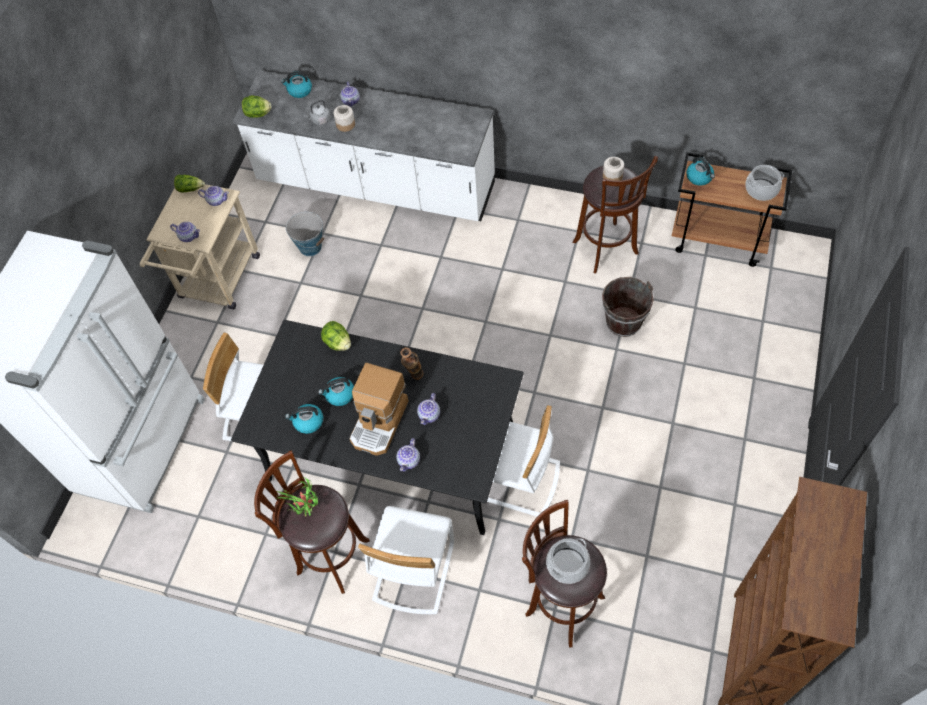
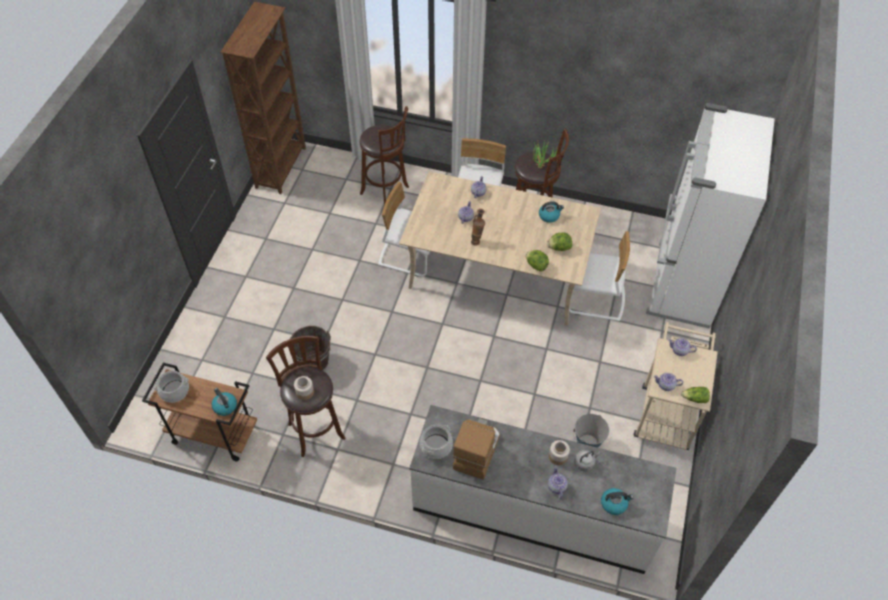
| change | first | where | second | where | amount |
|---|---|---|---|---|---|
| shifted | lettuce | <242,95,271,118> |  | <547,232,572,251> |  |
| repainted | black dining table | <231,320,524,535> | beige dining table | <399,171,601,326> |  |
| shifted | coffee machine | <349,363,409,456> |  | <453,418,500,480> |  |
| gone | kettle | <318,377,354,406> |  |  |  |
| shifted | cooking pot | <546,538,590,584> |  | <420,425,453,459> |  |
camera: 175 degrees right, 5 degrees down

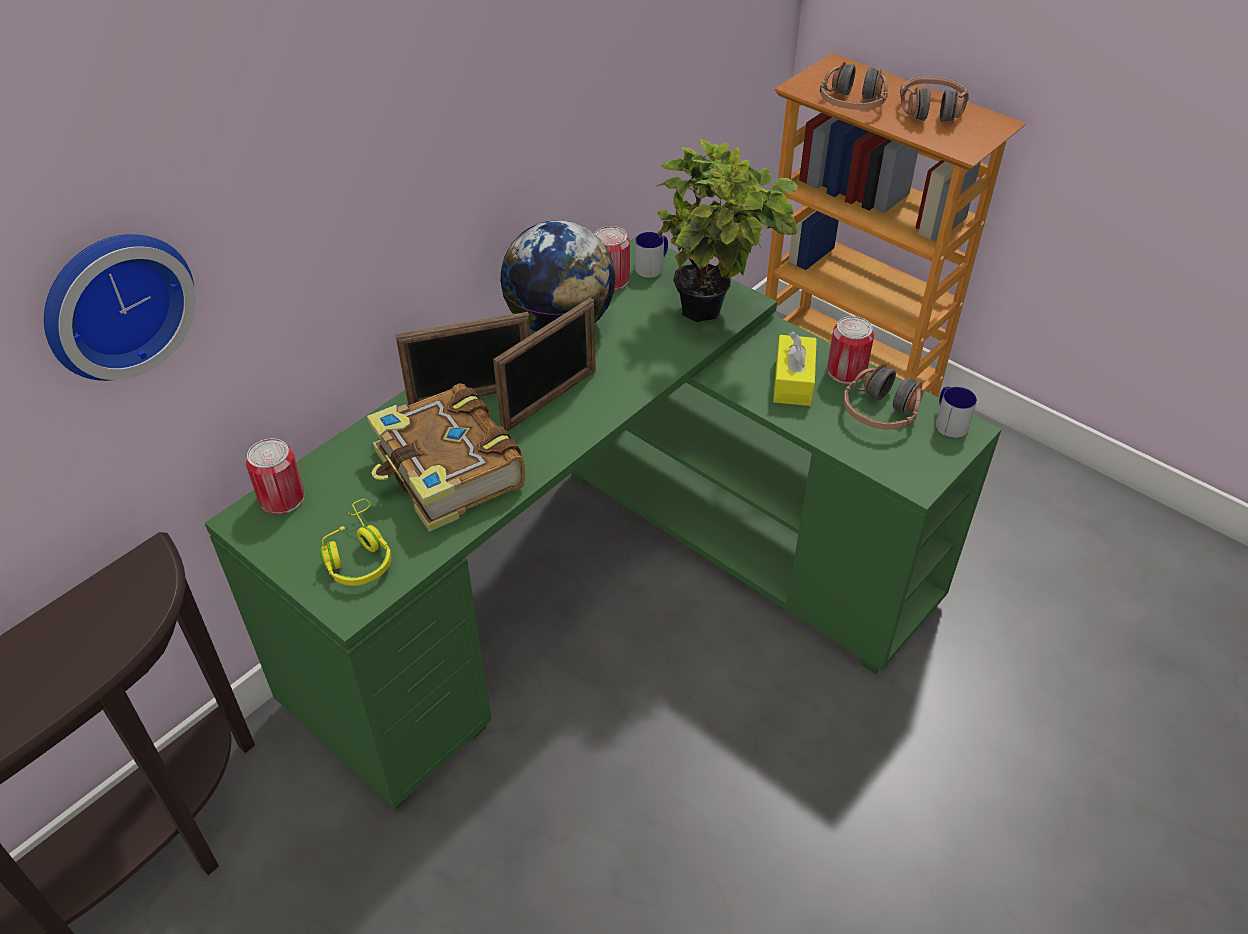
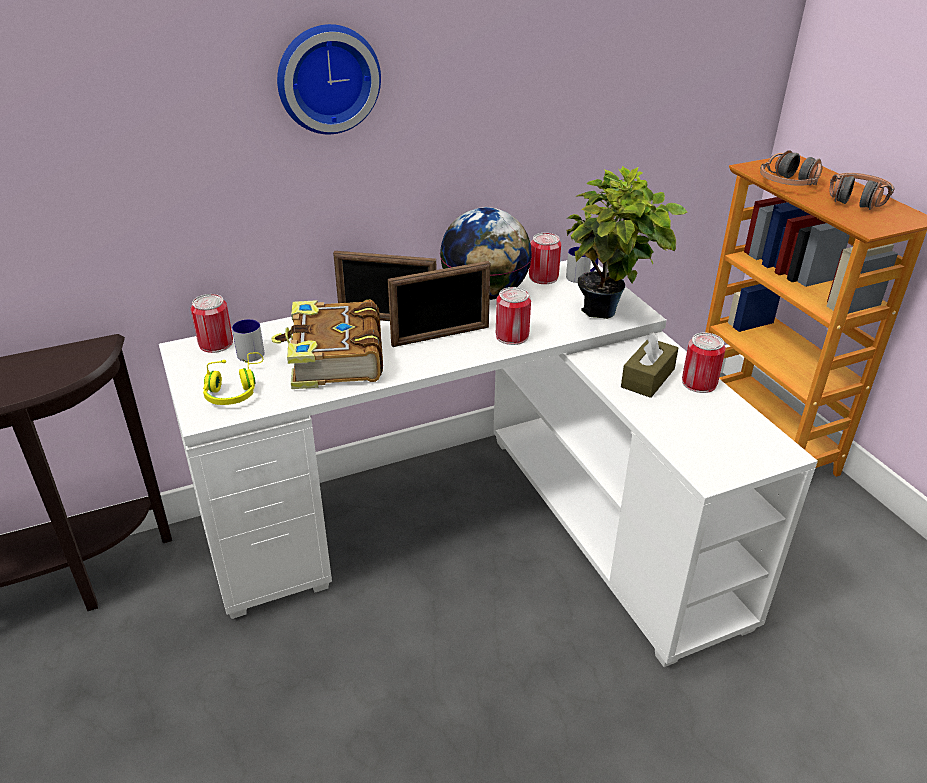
| change | first | where | second | where | amount |
|---|---|---|---|---|---|
| shifted | wall clock | <44,234,196,381> |  | <277,24,381,134> |  |
| repainted | green desk | <205,237,1002,810> | white desk | <159,260,818,667> |  |
| repainted | yellow tissue box | <773,331,817,406> | brown tissue box | <621,332,678,398> |  |
| gone | headphones | <843,364,924,429> |  |  |  |
| shifted | mug | <936,387,977,438> |  | <232,319,264,362> |  |
| new |  |  | can | <496,287,531,345> |  |
camera: 25 degrees right, 10 degrees down

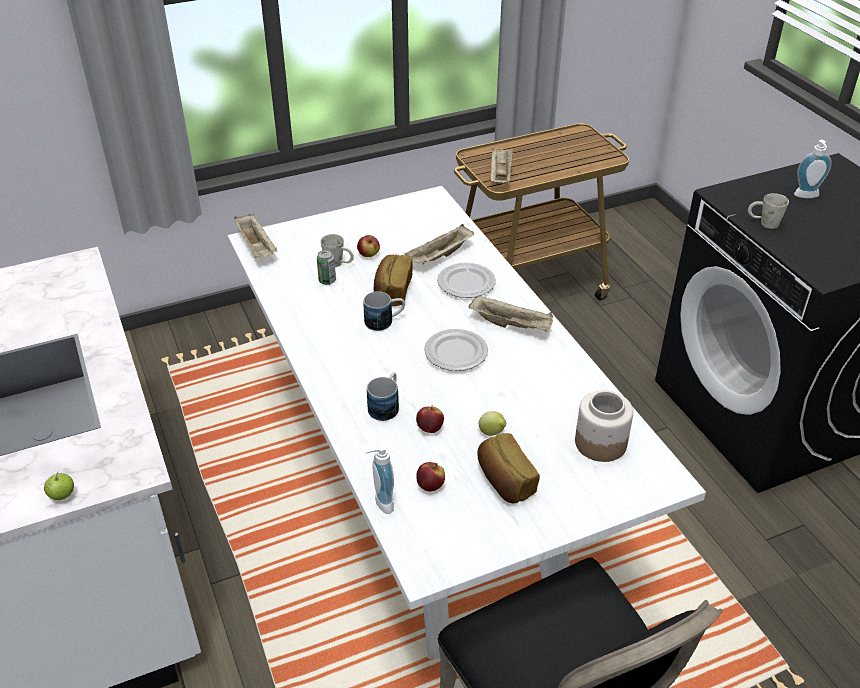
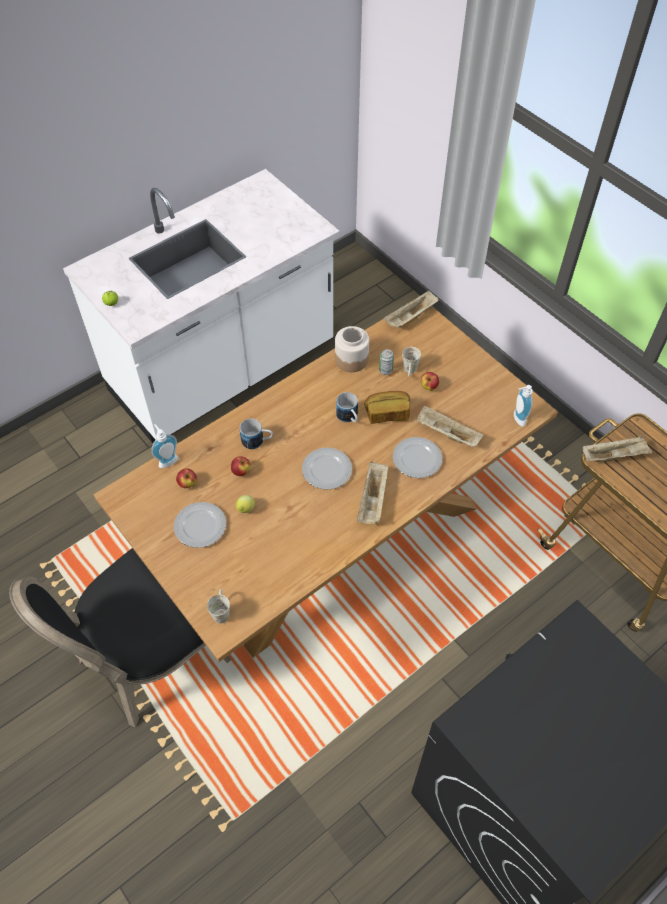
| change | first | where | second | where | amount |
|---|---|---|---|---|---|
| shifted | soap dispenser | <794,140,832,198> |  | <514,385,533,427> |  |
| repainted | white dining table | <228,186,706,659> | brown dining table | <94,306,558,662> |  |
| shifted | white mug | <748,193,789,229> |  | <207,589,230,623> |  |
| shifted | jar | <575,390,633,462> |  | <335,326,369,372> |  |
| swapped | bread | <477,433,540,504> | plate | <174,502,226,548> |  |
camera: 75 degrees right, 15 degrees up

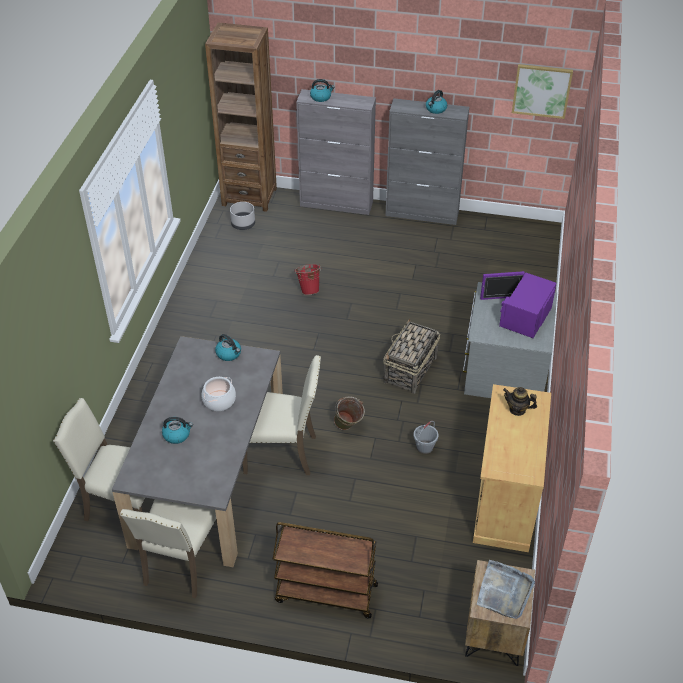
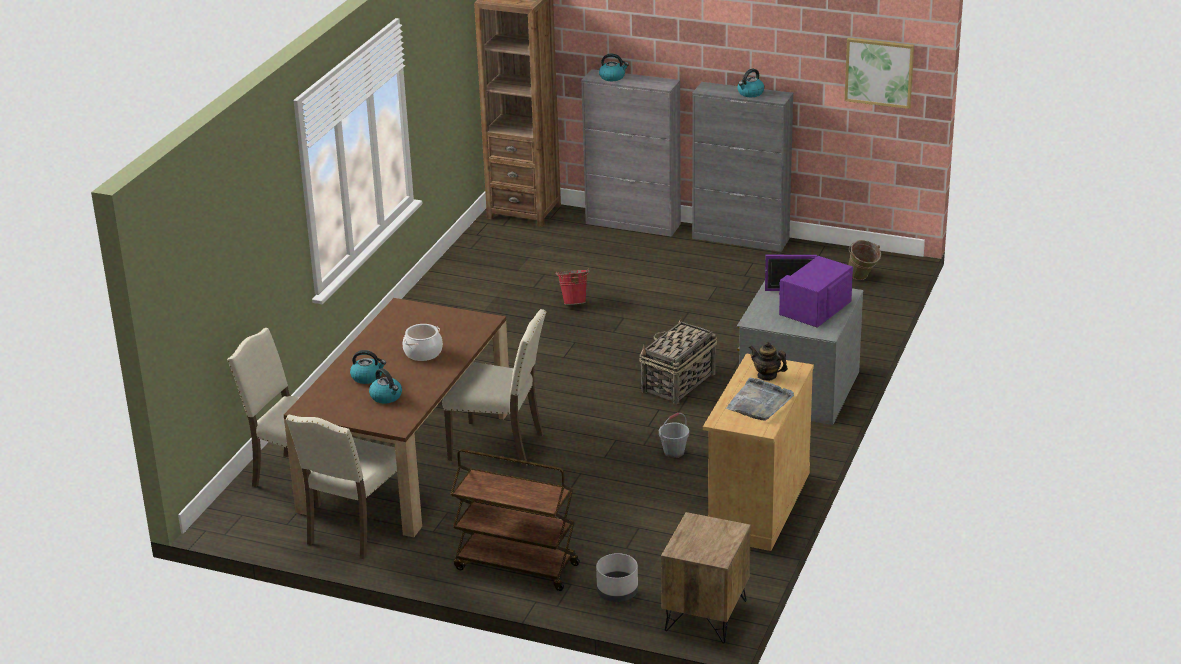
| change | first | where | second | where | amount |
|---|---|---|---|---|---|
| shifted | grey planter | <230,202,255,230> |  | <596,553,638,602> |  |
| shifted | kettle | <215,334,241,361> |  | <369,368,402,404> |  |
| repainted | grey dining table | <112,336,283,567> | brown dining table | <284,298,509,537> |  |
| shifted | green bucket | <334,396,365,430> |  | <848,240,881,280> |  |
| shifted | grey tray | <477,560,535,619> |  | <726,378,794,421> |  |
camera: 10 degrees right, 15 degrees down

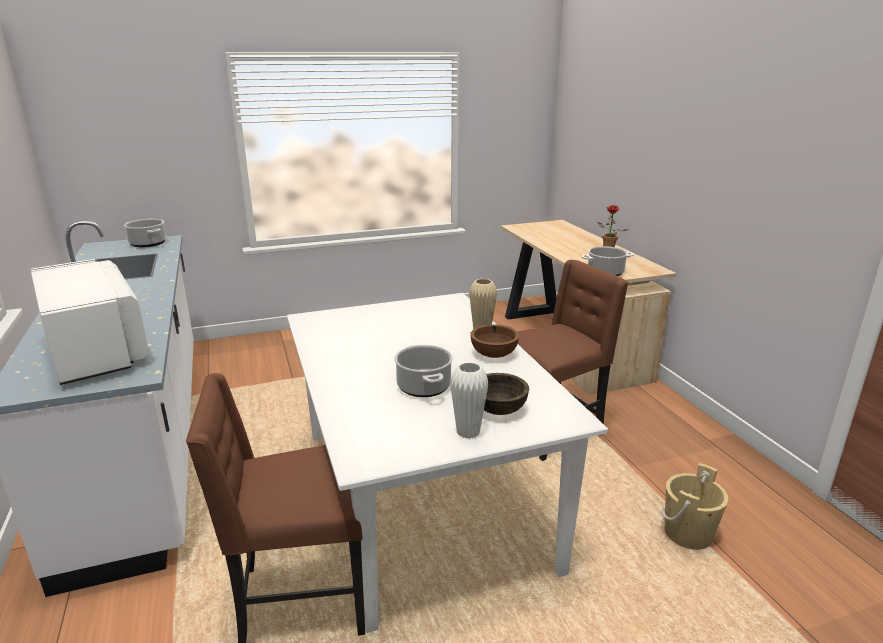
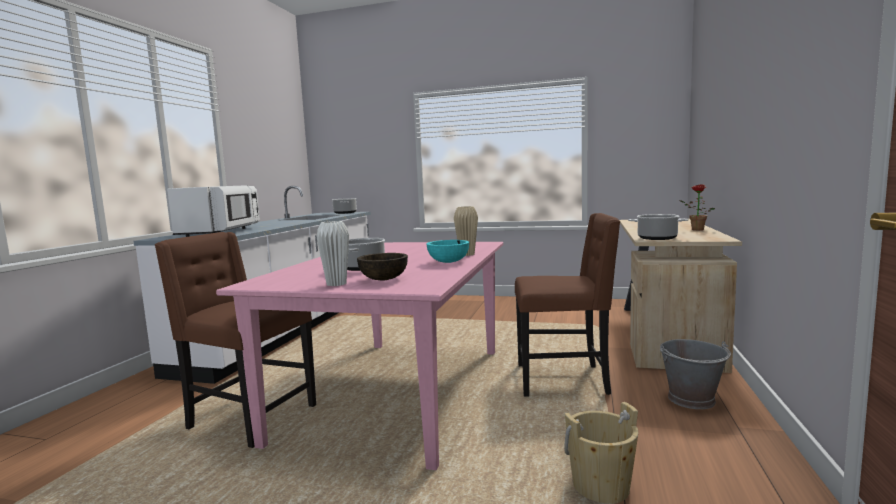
| change | first | where | second | where | amount |
|---|---|---|---|---|---|
| repainted | white dining table | <287,293,608,633> | pink dining table | <216,242,503,470> |  |
| repainted | brown bowl | <470,324,519,358> | turquoise bowl | <426,240,469,263> |  |
| new |  |  | grey bucket | <660,339,731,409> |  |
camera: 35 degrees right, 15 degrees down

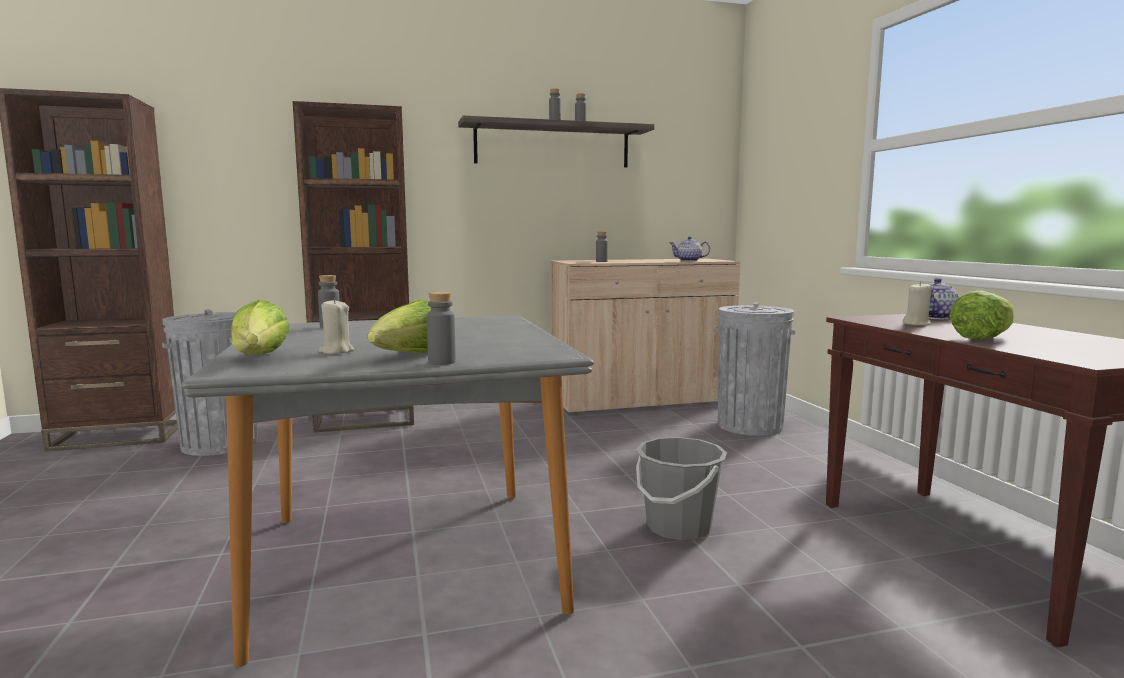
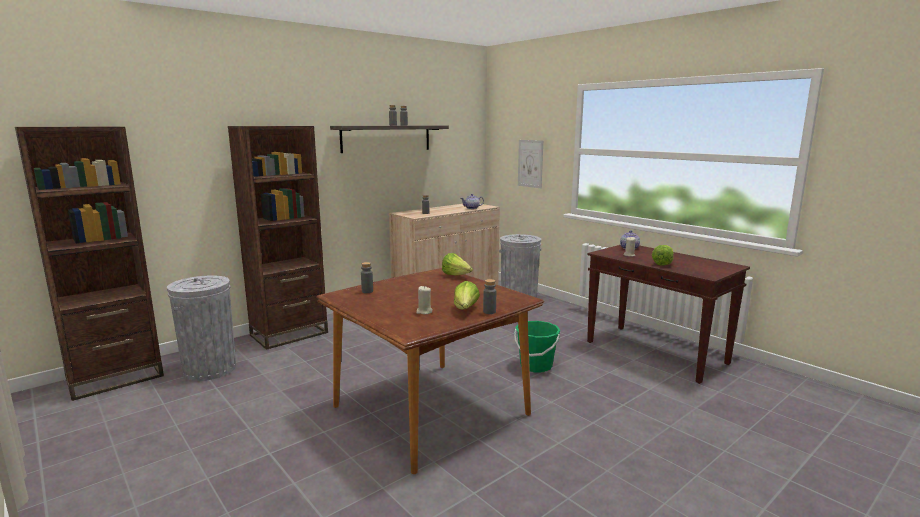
| change | first | where | second | where | amount |
|---|---|---|---|---|---|
| shifted | lettuce | <231,300,290,354> |  | <442,253,473,275> |  |
| repainted | grey dining table | <181,316,594,667> | brown dining table | <316,268,544,474> |  |
| repainted | grey bucket | <636,437,727,541> | green bucket | <514,321,561,373> |  |
| new |  |  | picture | <518,140,543,188> |  |
camera: 25 degrees left, 5 degrees up

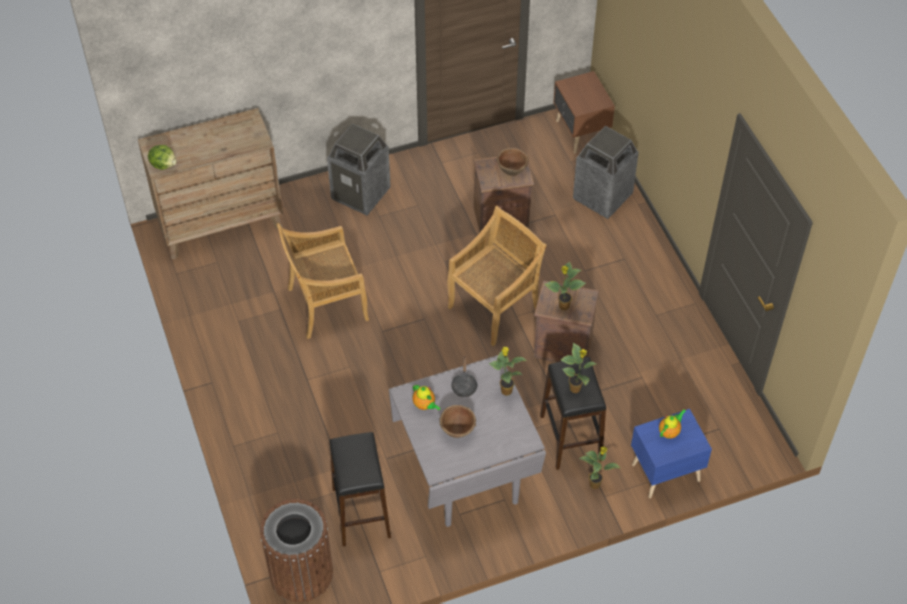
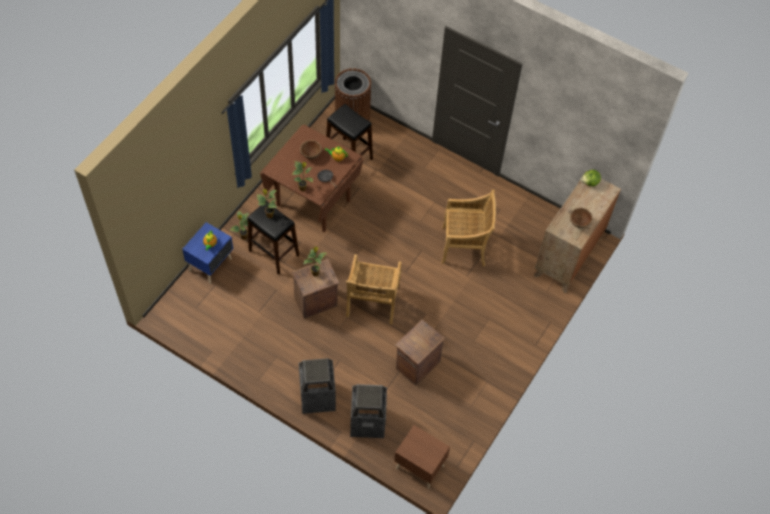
| change | first | where | second | where | amount |
|---|---|---|---|---|---|
| shifted | trash can | <327,123,391,216> |  | <299,358,336,414> |  |
| shifted | brown bowl | <496,148,528,176> |  | <570,208,593,228> |  |
| rotated | beige chair | <276,223,369,339> |  | <442,189,496,267> | 60 degrees clockwise |
| repainted | grey dining table | <389,355,546,527> | brown dining table | <260,125,364,232> |  |
camera: 140 degrees right, 5 degrees up

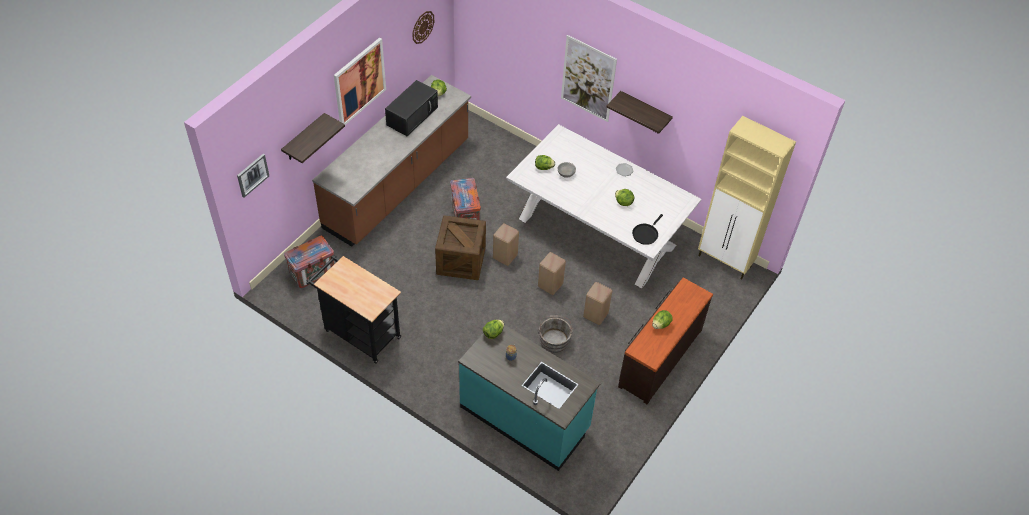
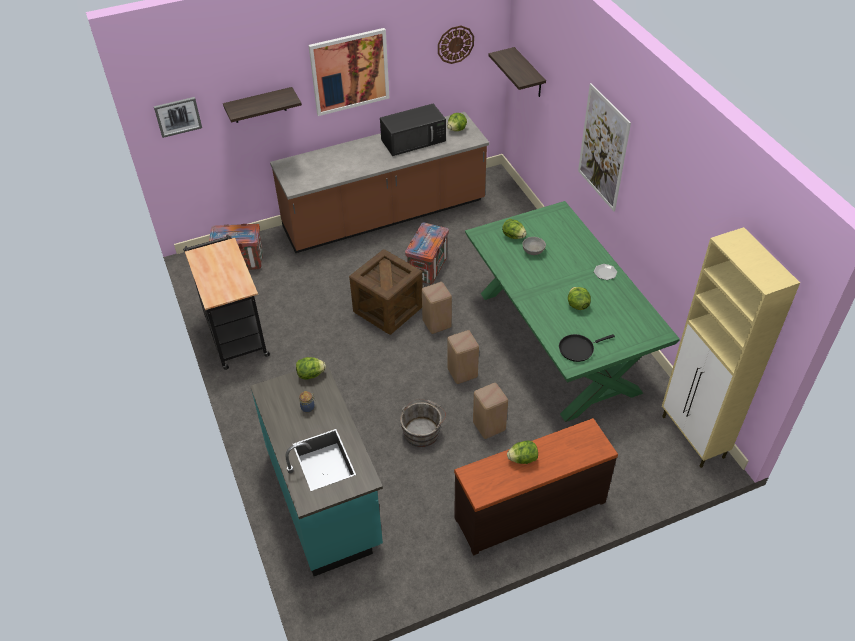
| change | first | where | second | where | amount |
|---|---|---|---|---|---|
| shifted | shelf | <606,91,673,134> |  | <489,47,546,97> |  |
| repainted | white dining table | <506,124,702,288> | green dining table | <465,201,680,422> |  |
camera: 35 degrees right, 5 degrees down

